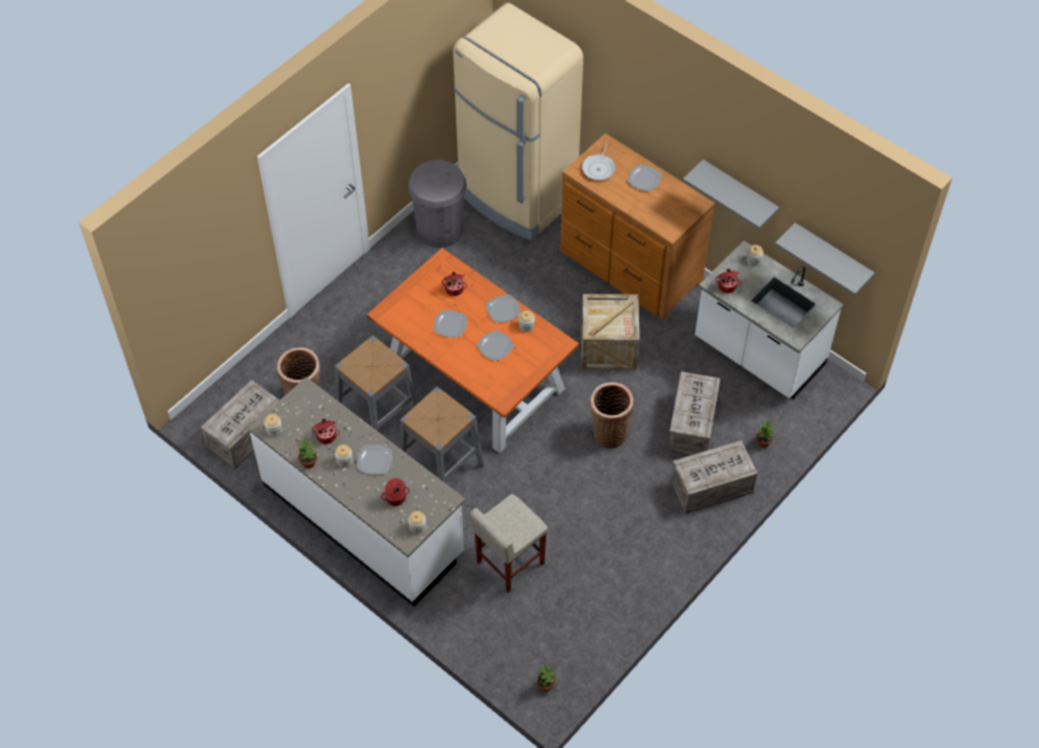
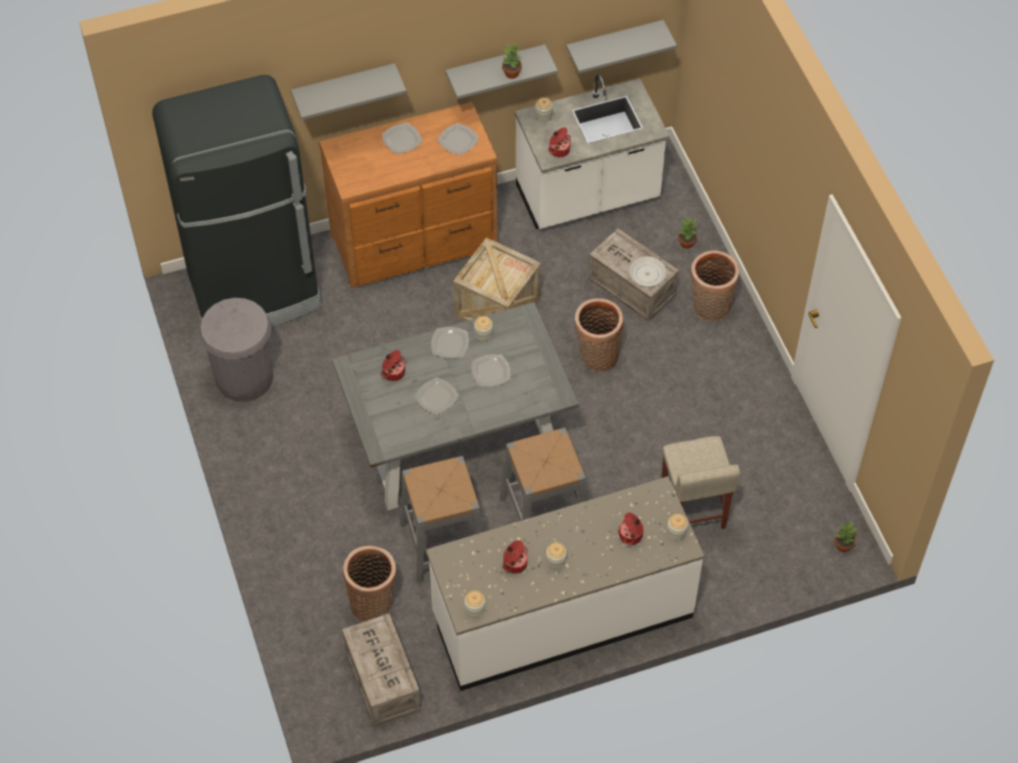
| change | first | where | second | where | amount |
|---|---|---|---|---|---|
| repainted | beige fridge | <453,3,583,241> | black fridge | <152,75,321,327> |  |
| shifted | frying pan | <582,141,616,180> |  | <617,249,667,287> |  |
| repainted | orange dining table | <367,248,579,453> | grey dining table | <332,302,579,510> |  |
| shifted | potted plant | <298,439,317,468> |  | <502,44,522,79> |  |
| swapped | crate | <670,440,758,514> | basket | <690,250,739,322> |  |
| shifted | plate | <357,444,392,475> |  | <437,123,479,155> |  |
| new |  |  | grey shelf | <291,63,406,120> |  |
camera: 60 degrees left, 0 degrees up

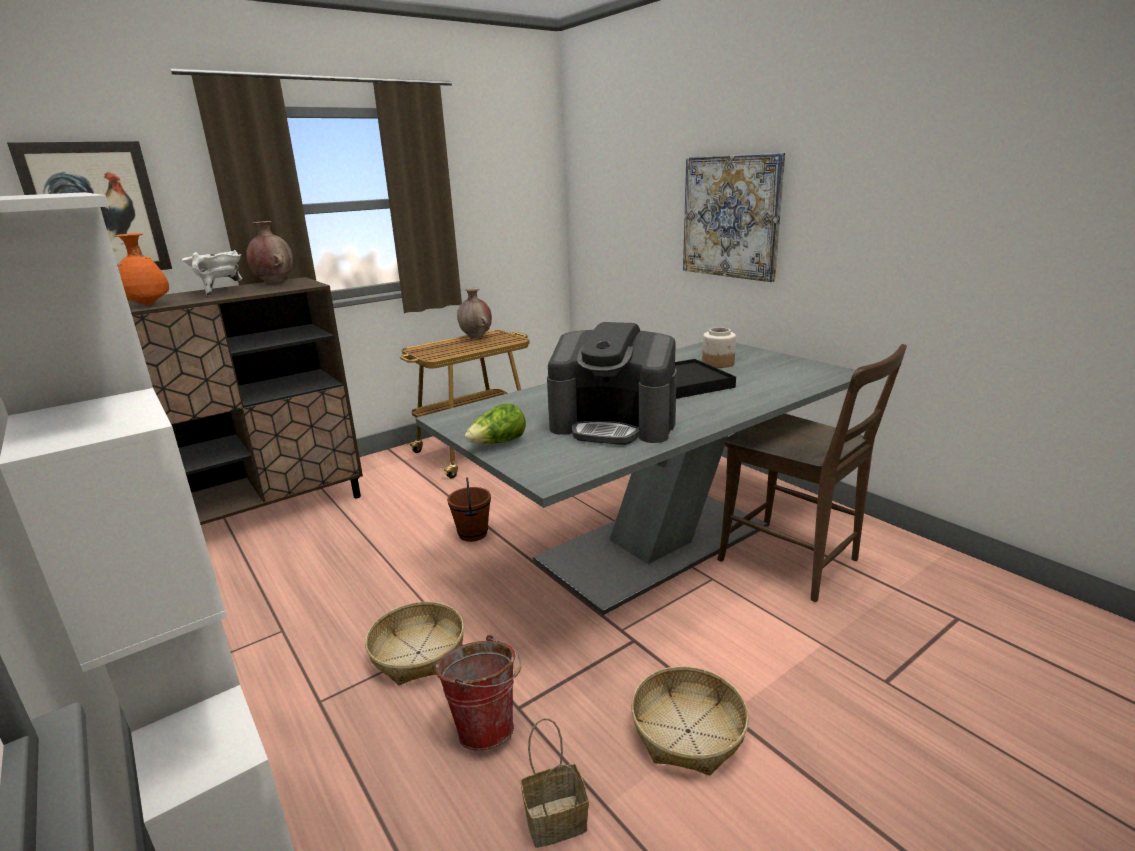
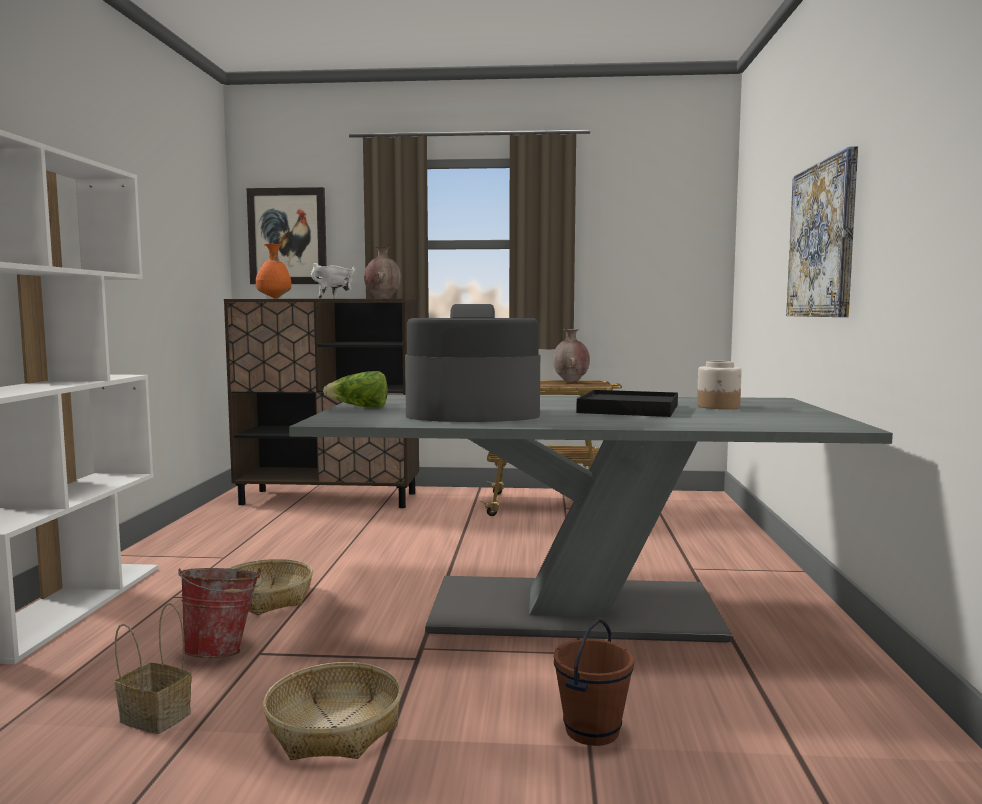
| change | first | where | second | where | amount |
|---|---|---|---|---|---|
| rotated | coffee machine | <547,322,677,445> |  | <405,304,540,422> | 120 degrees clockwise |
| gone | brown chair | <717,344,907,602> |  |  |  |
| shifted | brown bucket | <447,477,491,542> |  | <554,619,634,746> |  |
camera: 40 degrees right, 15 degrees down

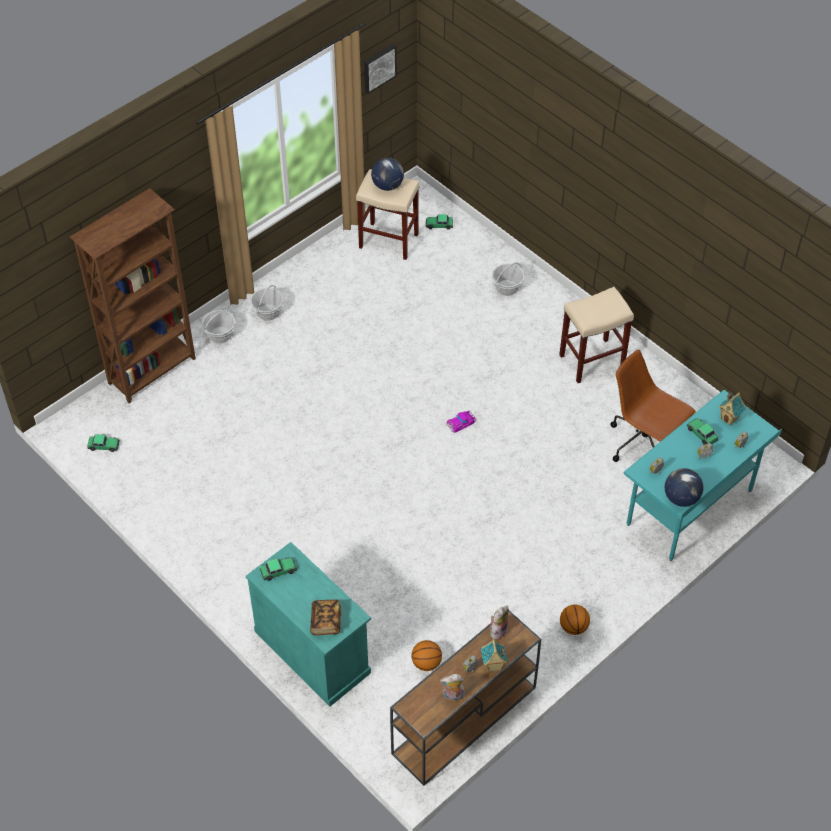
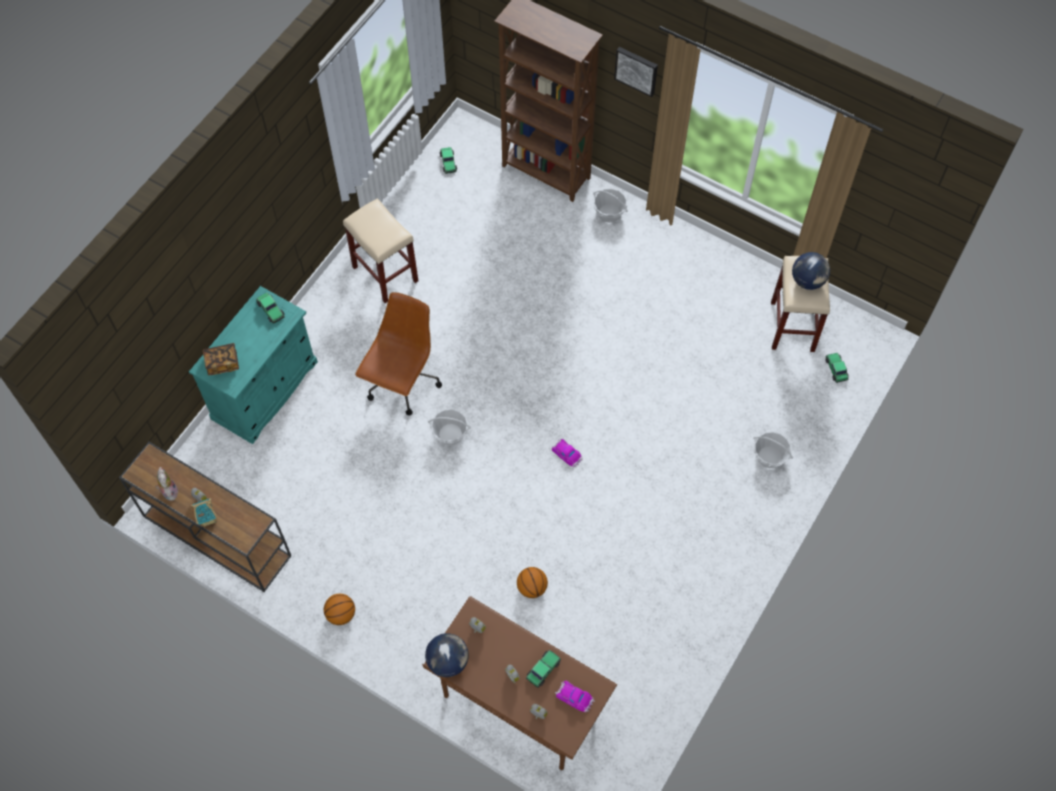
| change | first | where | second | where | amount |
|---|---|---|---|---|---|
| shifted | picture | <364,44,397,94> |  | <614,47,658,97> |  |
| shifted | basket | <250,285,283,321> |  | <428,409,471,445> |  |
| shifted | beige stool | <559,287,634,383> |  | <343,198,418,303> |  |
| shifted | brown office chair | <610,350,696,462> |  | <355,292,442,415> |  |
| repainted | turquoise desk | <623,390,782,561> | brown desk | <422,596,617,770> |  |
| swapped | toy house | <719,391,746,425> | toy car | <555,681,594,712> |  |
| gone | plush toy | <490,606,508,639> |  |  |  |
| shifted | basketball | <411,640,442,671> |  | <517,567,548,598> |  |
camera: 75 degrees right, 10 degrees up

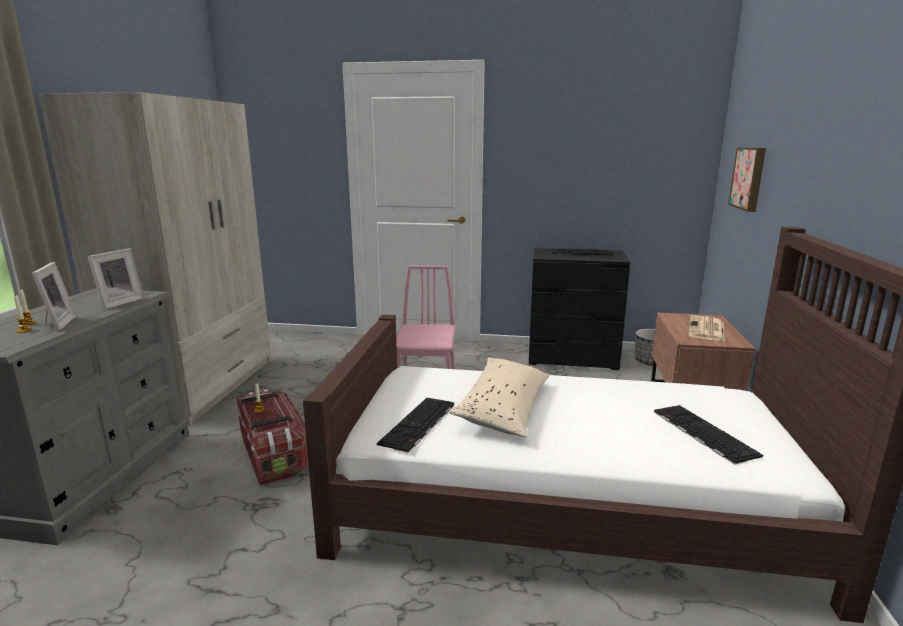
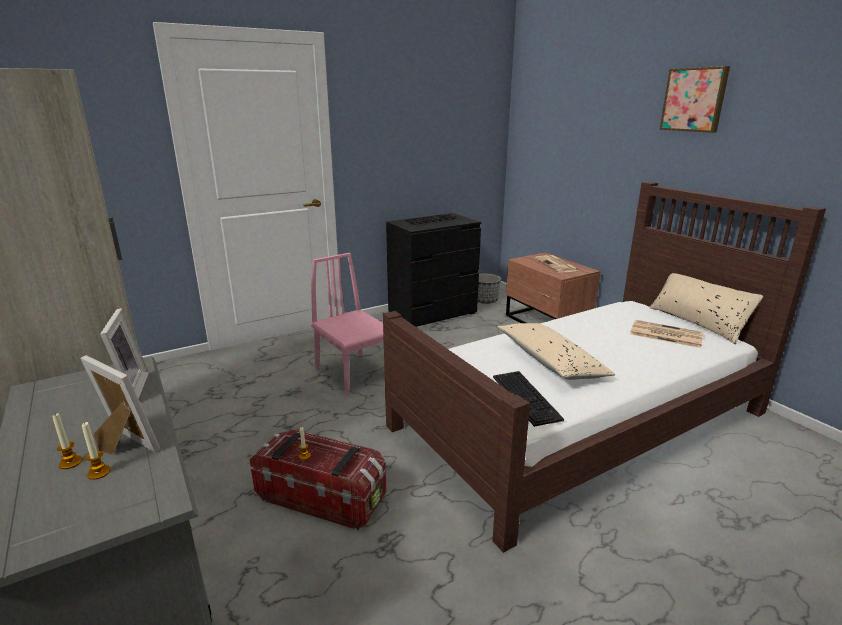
| change | first | where | second | where | amount |
|---|---|---|---|---|---|
| shifted | picture | <728,147,766,212> |  | <660,66,730,133> |  |
| swapped | keyboard | <654,405,763,465> | newspaper | <630,320,703,348> |  |
| new |  |  | beige pillow | <649,273,763,344> |  |
camera: 40 degrees left, 5 degrees up

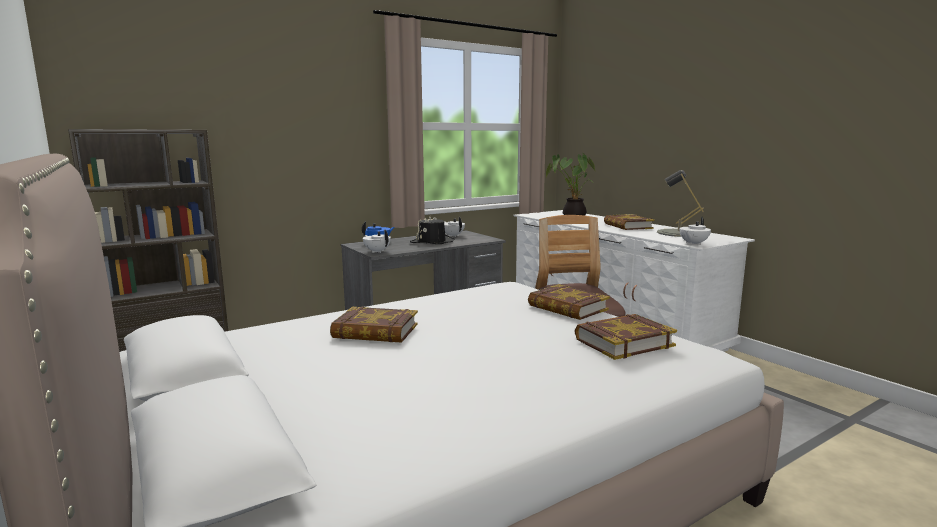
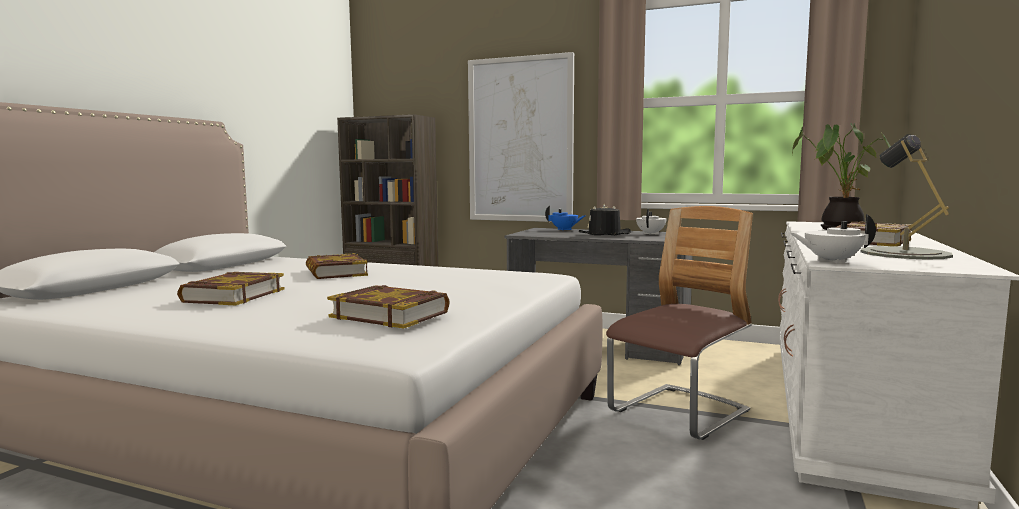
| change | first | where | second | where | amount |
|---|---|---|---|---|---|
| gone | white teapot | <363,229,391,253> |  |  |  |
| shifted | book | <528,284,610,320> |  | <177,272,285,306> |  |
| new |  |  | picture | <468,52,574,222> |  |
camera: 55 degrees right, 5 degrees down

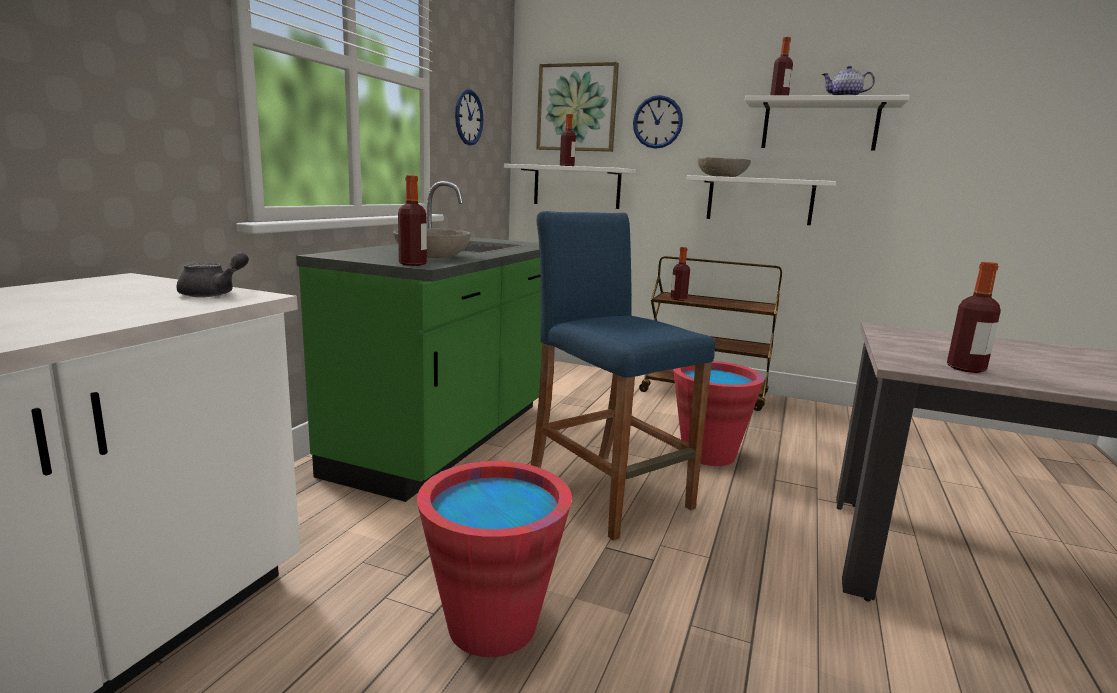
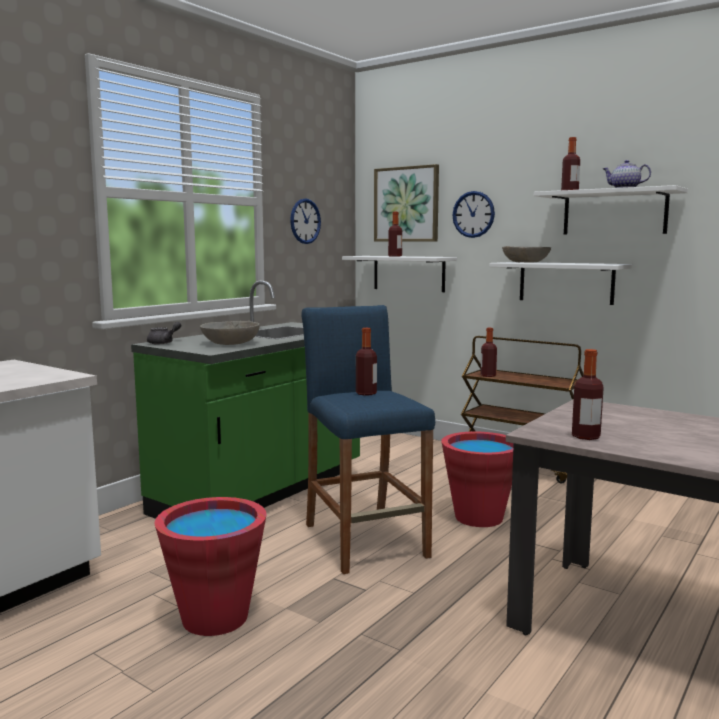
| change | first | where | second | where | amount |
|---|---|---|---|---|---|
| shifted | bottle | <398,175,427,266> |  | <356,328,377,396> |  |
| shifted | grey teapot | <176,252,249,297> |  | <147,322,181,344> |  |
camera: 15 degrees right, 5 degrees down

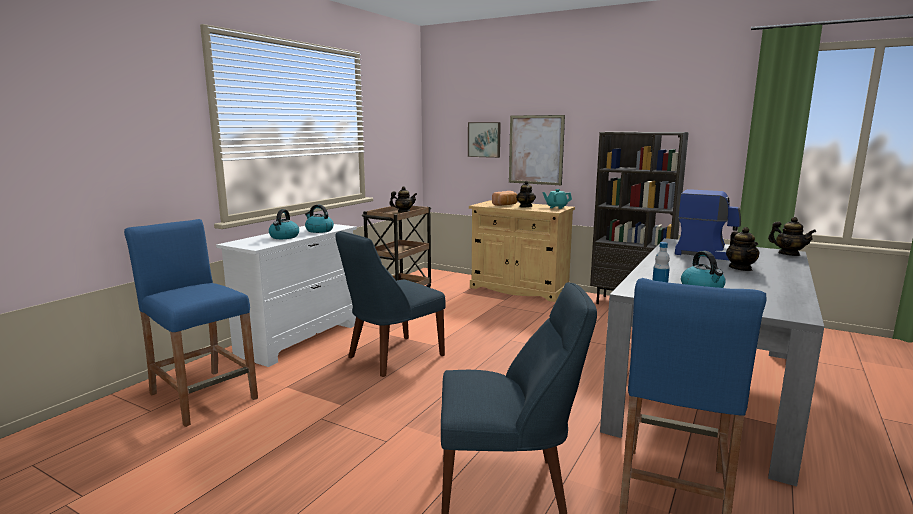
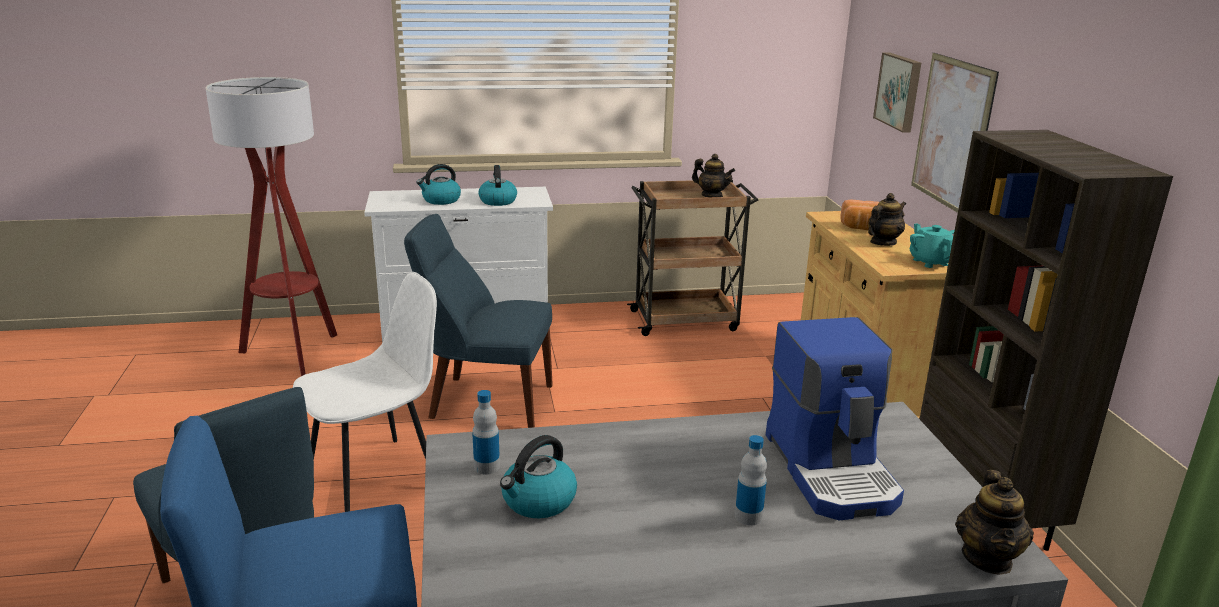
| change | first | where | second | where | amount |
|---|---|---|---|---|---|
| swapped | blue stool | <124,219,258,427> | floor lamp | <205,77,337,376> |  |
| swapped | teapot | <726,227,760,271> | bottle | <735,435,767,526> |  |
| new |  |  | white chair | <293,272,437,512> |  |
camera: 50 degrees right, 10 degrees up

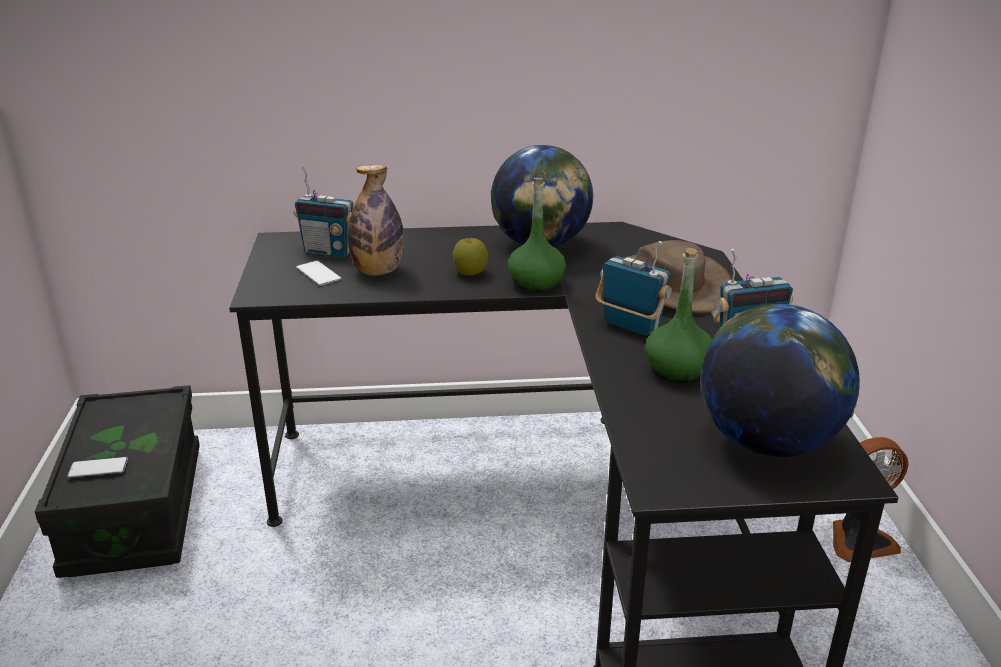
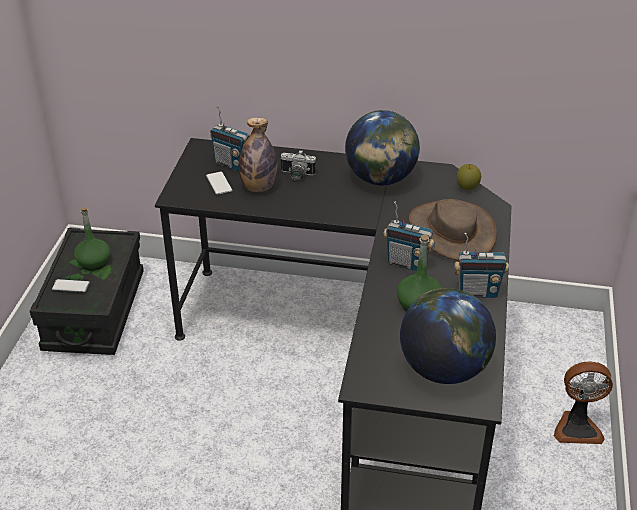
| change | first | where | second | where | amount |
|---|---|---|---|---|---|
| shifted | green bottle | <508,178,566,292> |  | <74,207,110,271> |  |
| shifted | apple | <453,237,488,276> |  | <457,164,481,190> |  |
| rotated | radio | <595,241,672,336> |  | <383,202,435,271> | 150 degrees clockwise |
| new |  |  | photo camera | <281,150,316,180> |  |
camera: 15 degrees right, 10 degrees up

